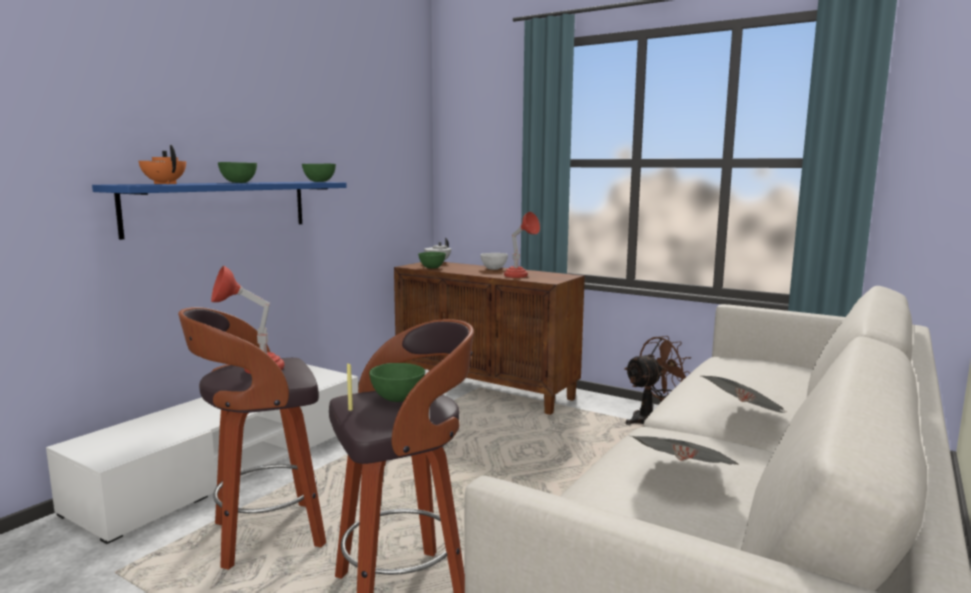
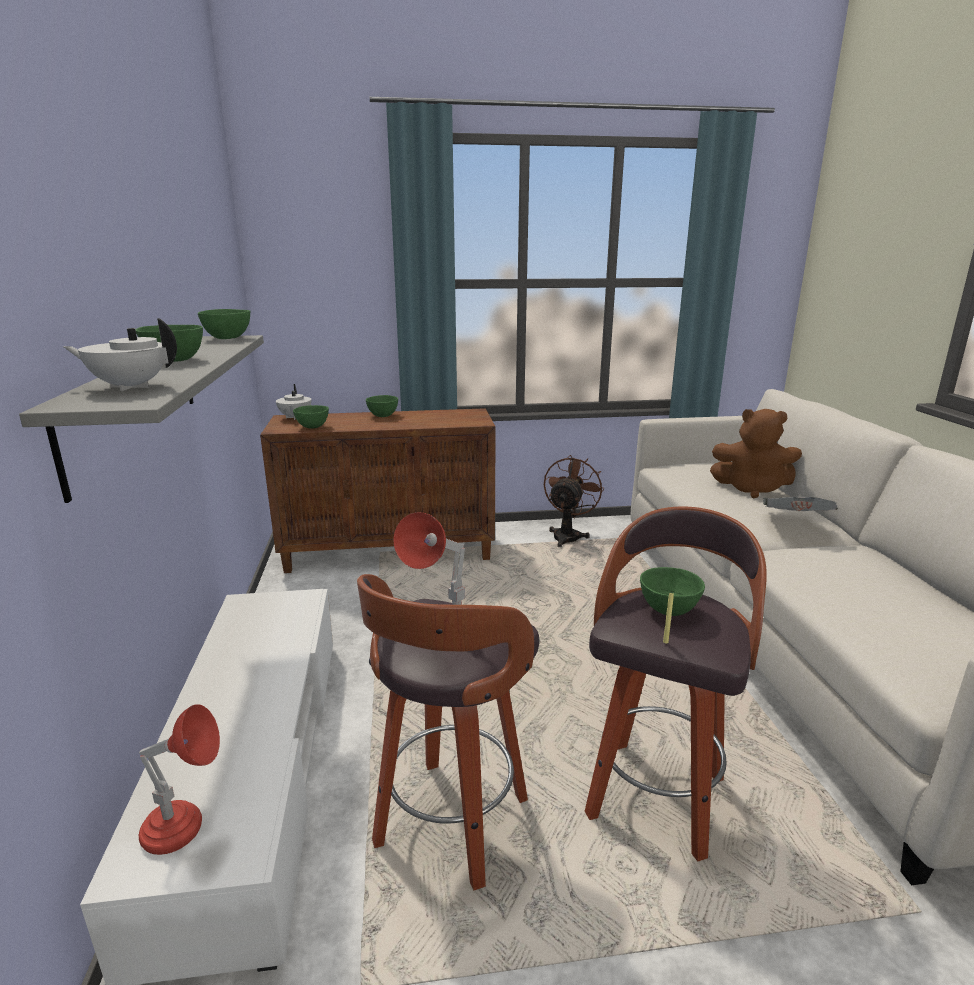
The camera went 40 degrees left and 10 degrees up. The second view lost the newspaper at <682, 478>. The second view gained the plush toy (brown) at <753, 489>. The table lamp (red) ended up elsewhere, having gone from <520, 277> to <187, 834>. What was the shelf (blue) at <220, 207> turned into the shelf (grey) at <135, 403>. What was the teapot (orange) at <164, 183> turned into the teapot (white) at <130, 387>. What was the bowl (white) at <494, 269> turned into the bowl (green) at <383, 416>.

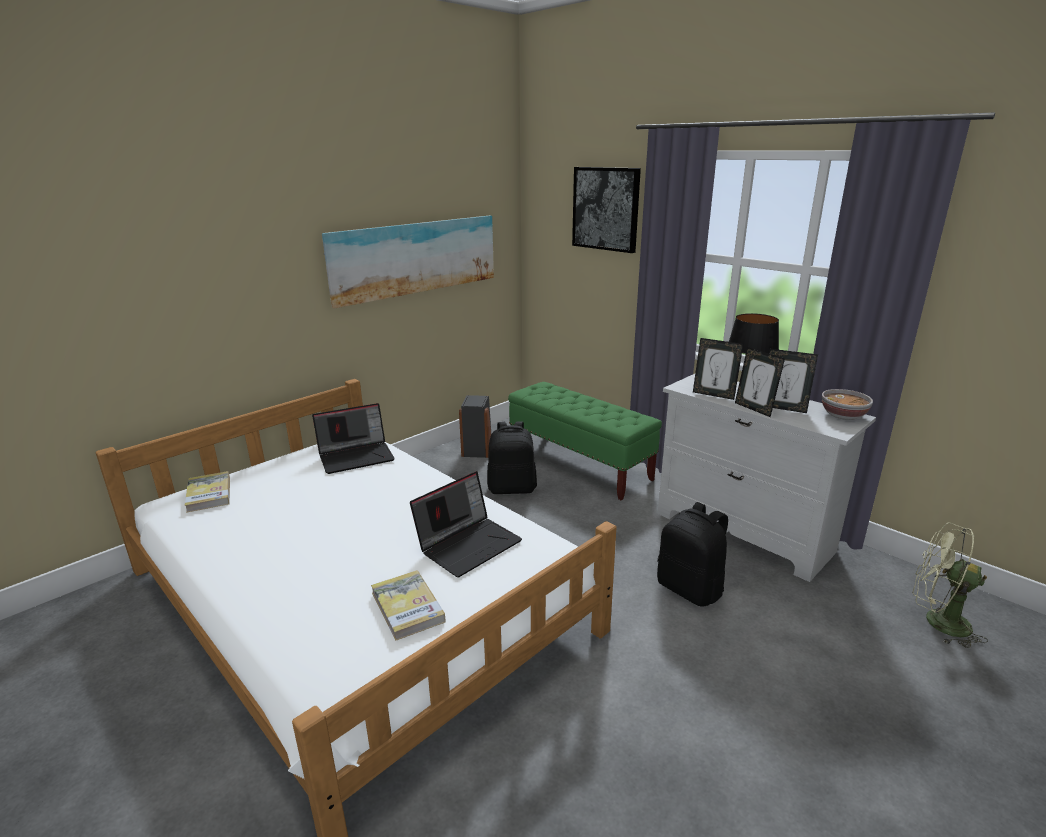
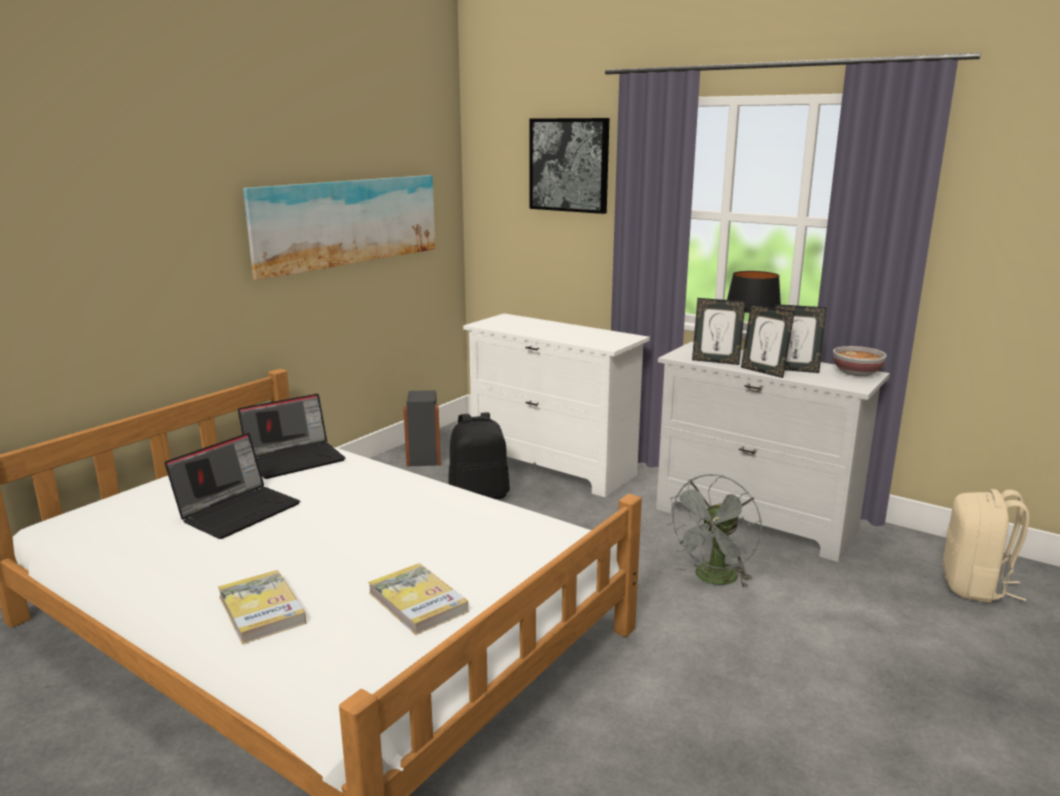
The camera went 10 degrees left and 5 degrees down. The book ended up elsewhere, having gone from <209, 494> to <261, 610>. The laptop ended up elsewhere, having gone from <469, 544> to <239, 510>. Where the bench (green) stood at <579, 465>, the dresser (white) came to stand at <553, 466>. Where the backpack (black) stood at <690, 589>, the fan (grey) came to stand at <713, 579>. Where the fan (green) stood at <937, 621>, the backpack (beige) came to stand at <975, 586>.

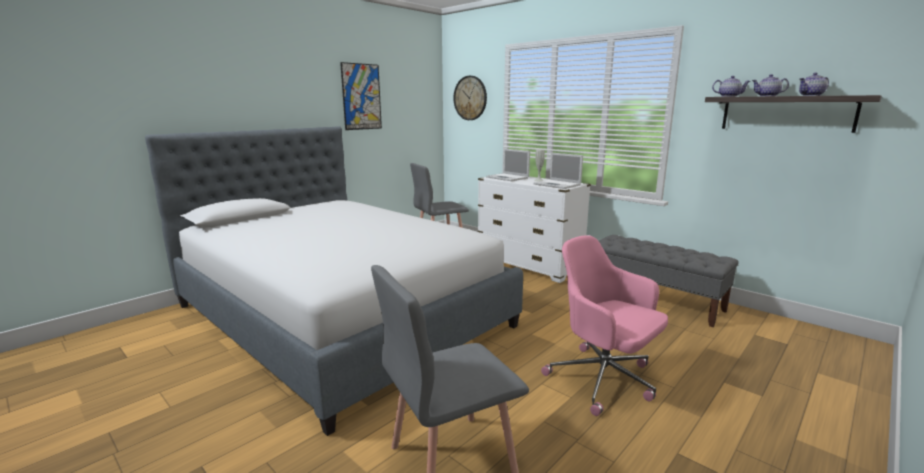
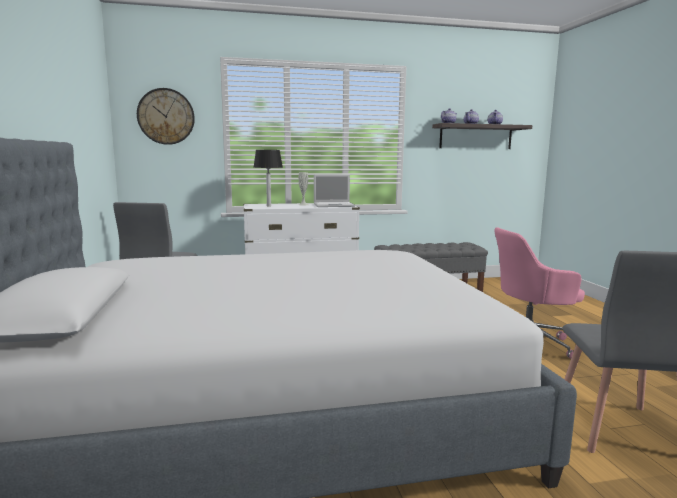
The camera went 55 degrees left and 5 degrees down. The second view lost the picture at <361, 97>. Where the laptop stood at <508, 178>, the table lamp came to stand at <269, 206>.

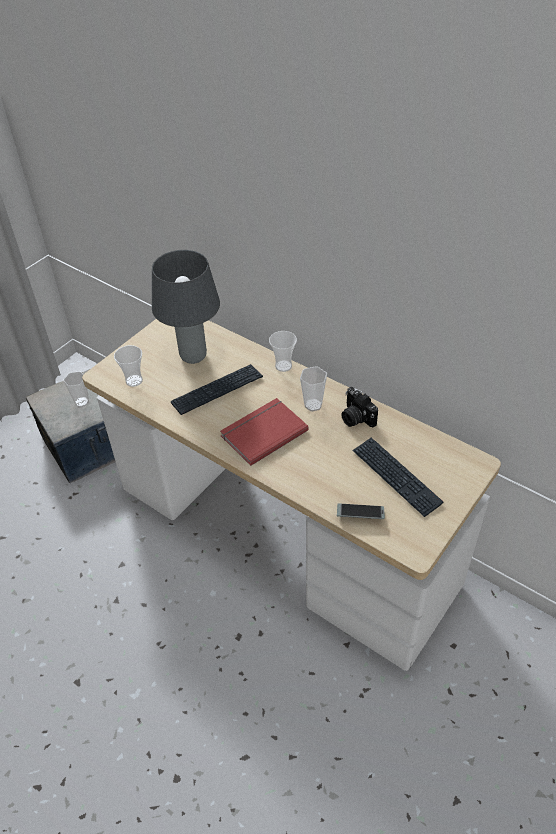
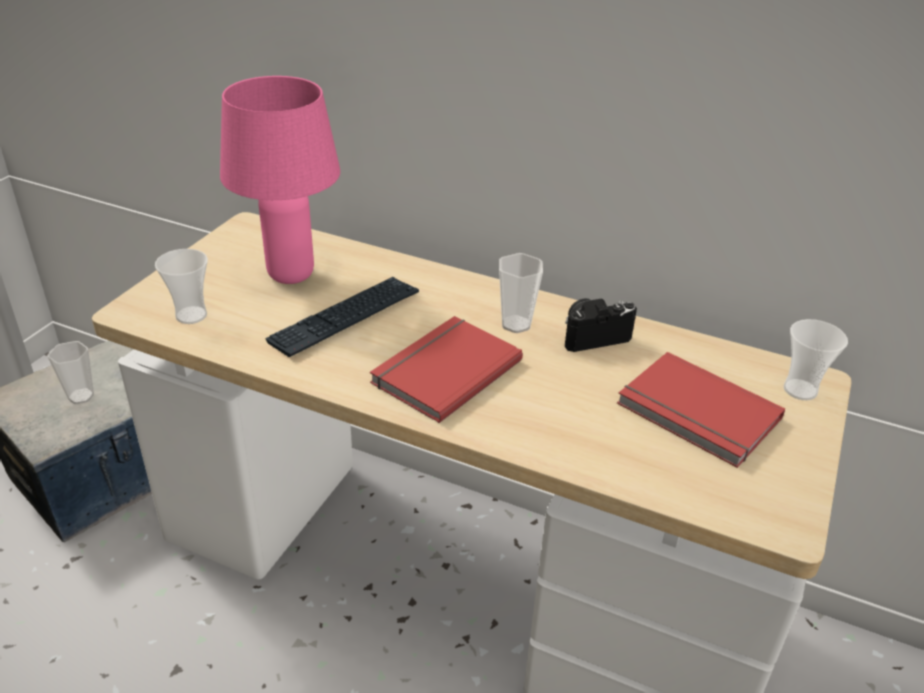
The camera went 15 degrees left and 10 degrees down. The second view lost the phone at <360, 514>. The cup ended up elsewhere, having gone from <283, 366> to <800, 390>. Where the keyboard stood at <396, 477>, the book (red) came to stand at <697, 414>. What was the table lamp (grey) at <192, 357> turned into the table lamp (pink) at <289, 275>. The photo camera at <355, 418> ended up facing another way, 120 degrees clockwise from before.

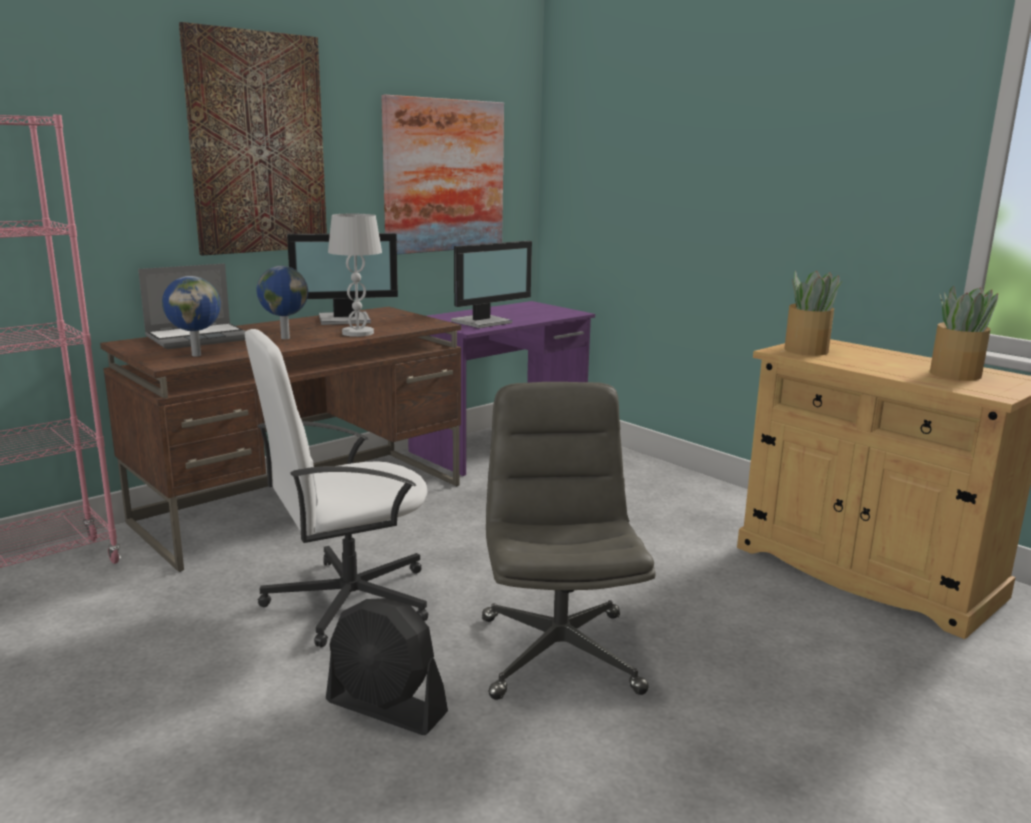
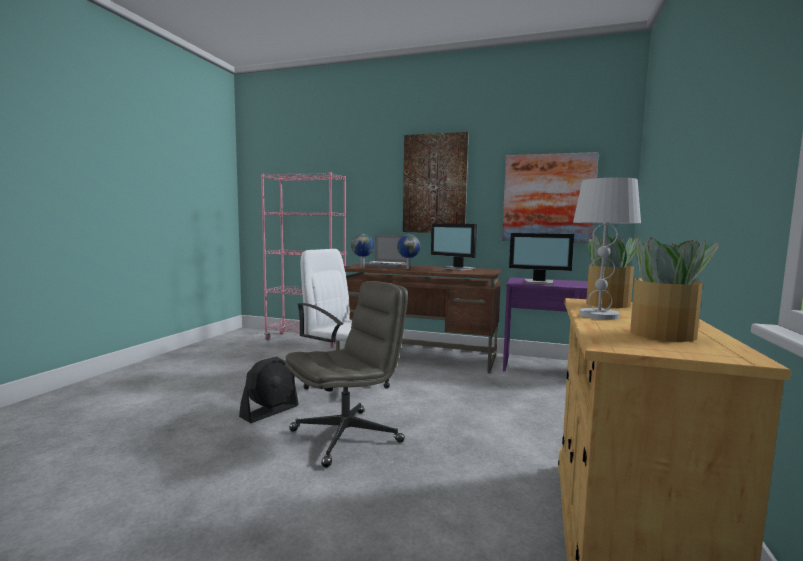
The camera went 60 degrees right and 10 degrees down. The table lamp (white) ended up elsewhere, having gone from <357, 333> to <598, 315>. The fan (black) at <386, 708> ended up facing another way, 135 degrees counterclockwise from before.

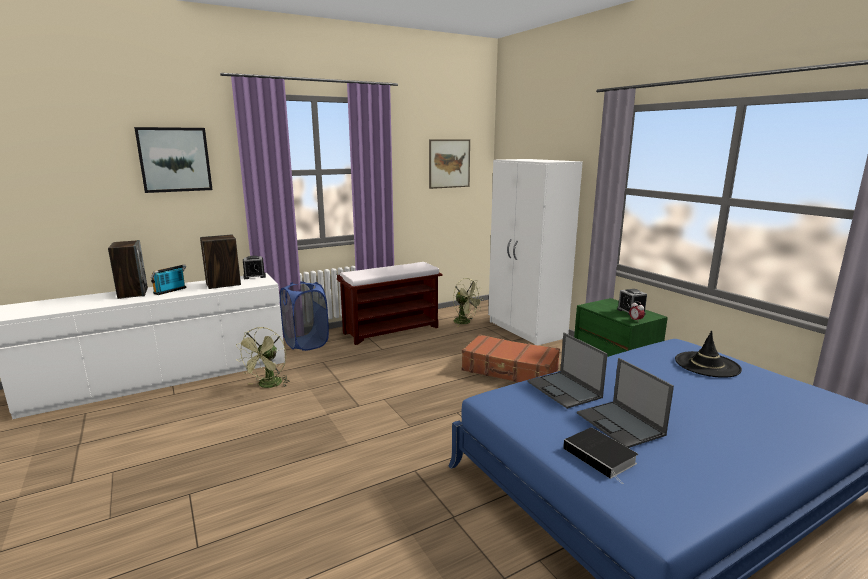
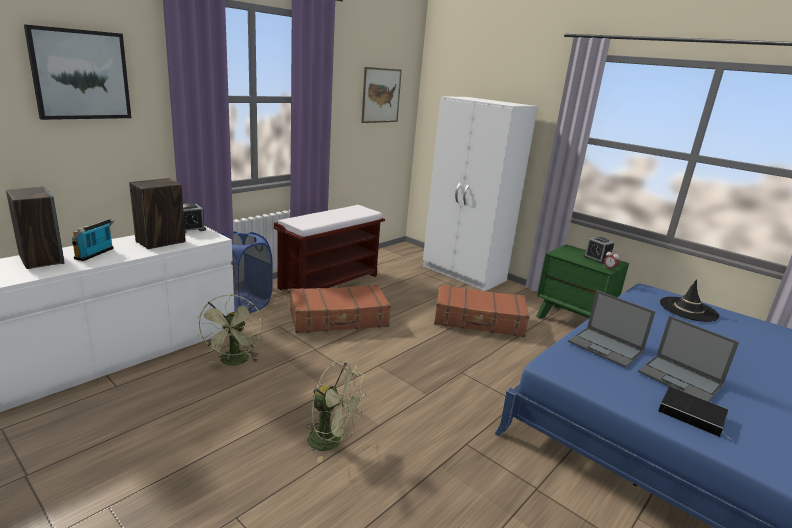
The camera went 20 degrees left and 5 degrees up. The second view gained the suitcase (brown) at <339, 319>. The fan (green) ended up elsewhere, having gone from <465, 322> to <332, 441>.

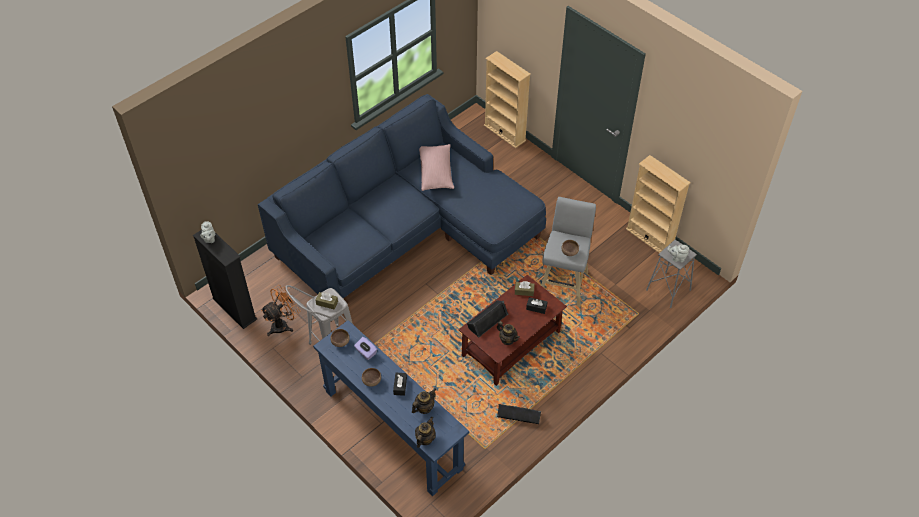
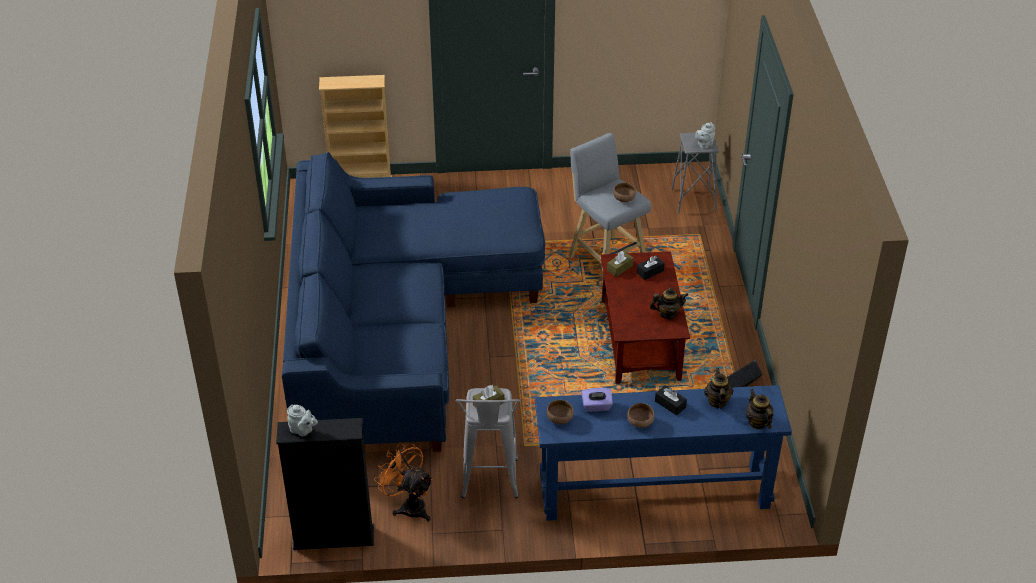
The camera went 50 degrees left and 10 degrees down. The second view lost the pillow (pink) at <436, 173>. The second view lost the speaker (black) at <487, 320>. The second view lost the bookcase (beige) at <649, 238>. The fan (orange) at <283, 324> ended up facing another way, 45 degrees counterclockwise from before.

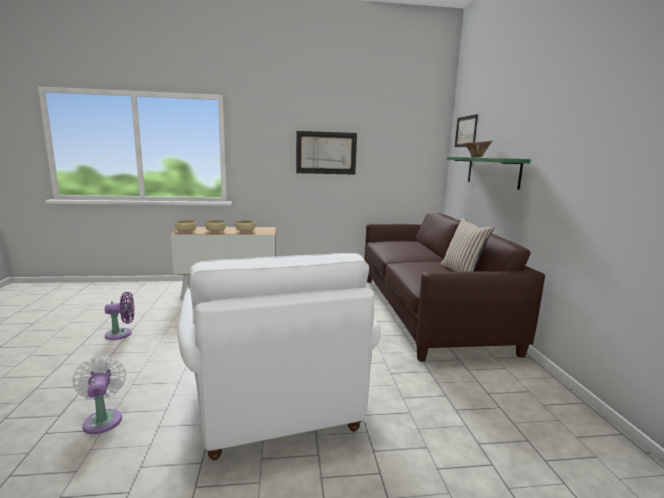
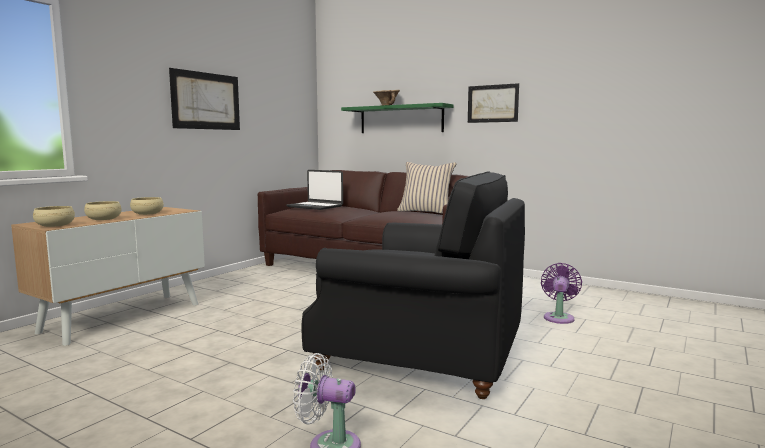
The camera went 50 degrees left and 5 degrees down. The second view gained the laptop at <315, 206>. The fan (purple) ended up elsewhere, having gone from <121, 334> to <559, 317>. The picture ended up elsewhere, having gone from <466, 131> to <492, 103>. What was the armchair (white) at <274, 398> turned into the armchair (black) at <421, 354>.

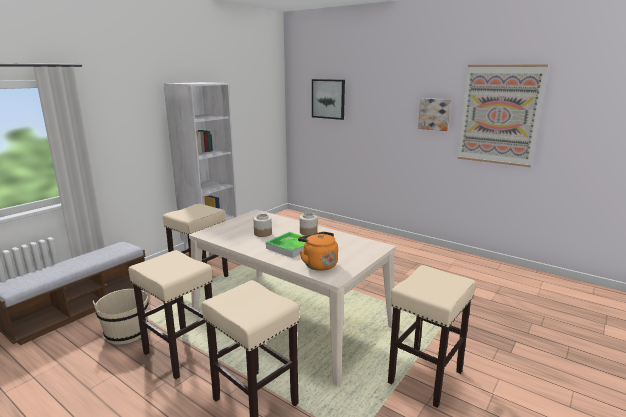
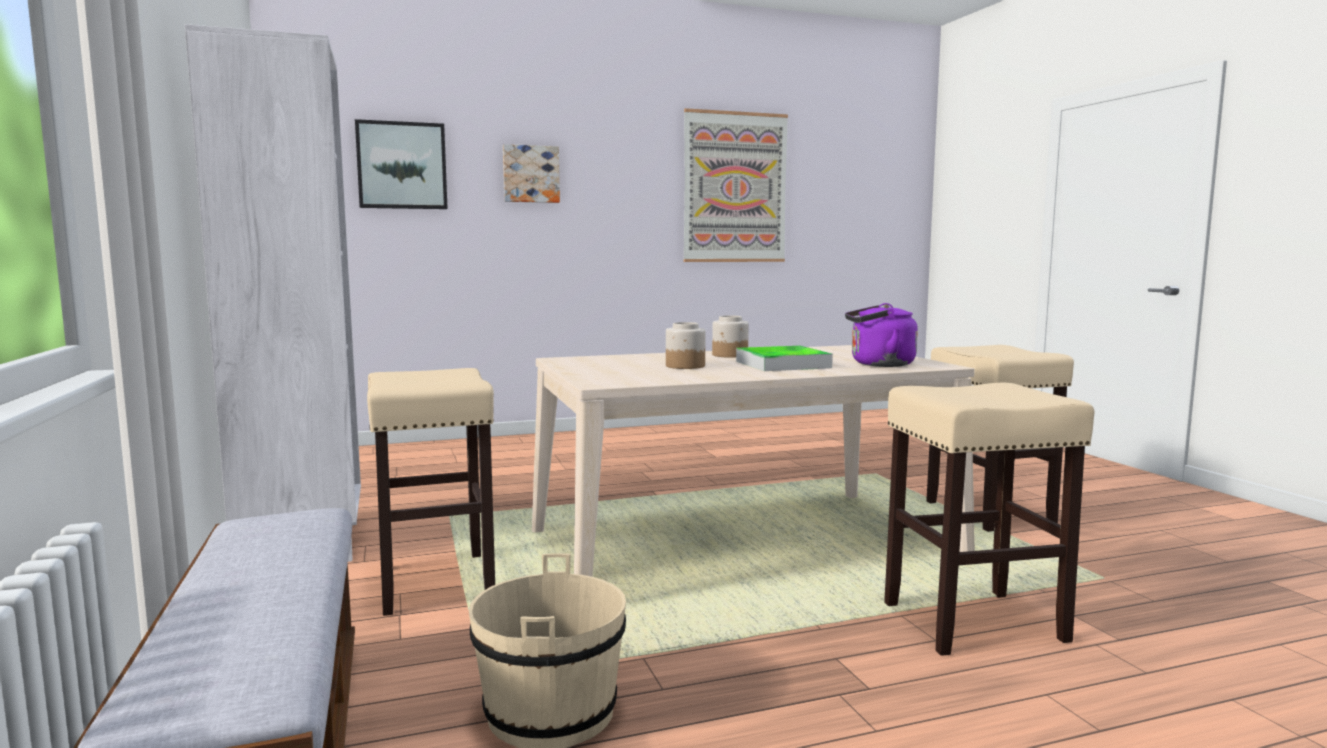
The camera went 55 degrees left and 10 degrees down. The second view lost the stool (beige) at <179, 353>. The picture ended up elsewhere, having gone from <434, 114> to <531, 174>. What was the kettle (orange) at <318, 264> turned into the kettle (purple) at <878, 364>.

